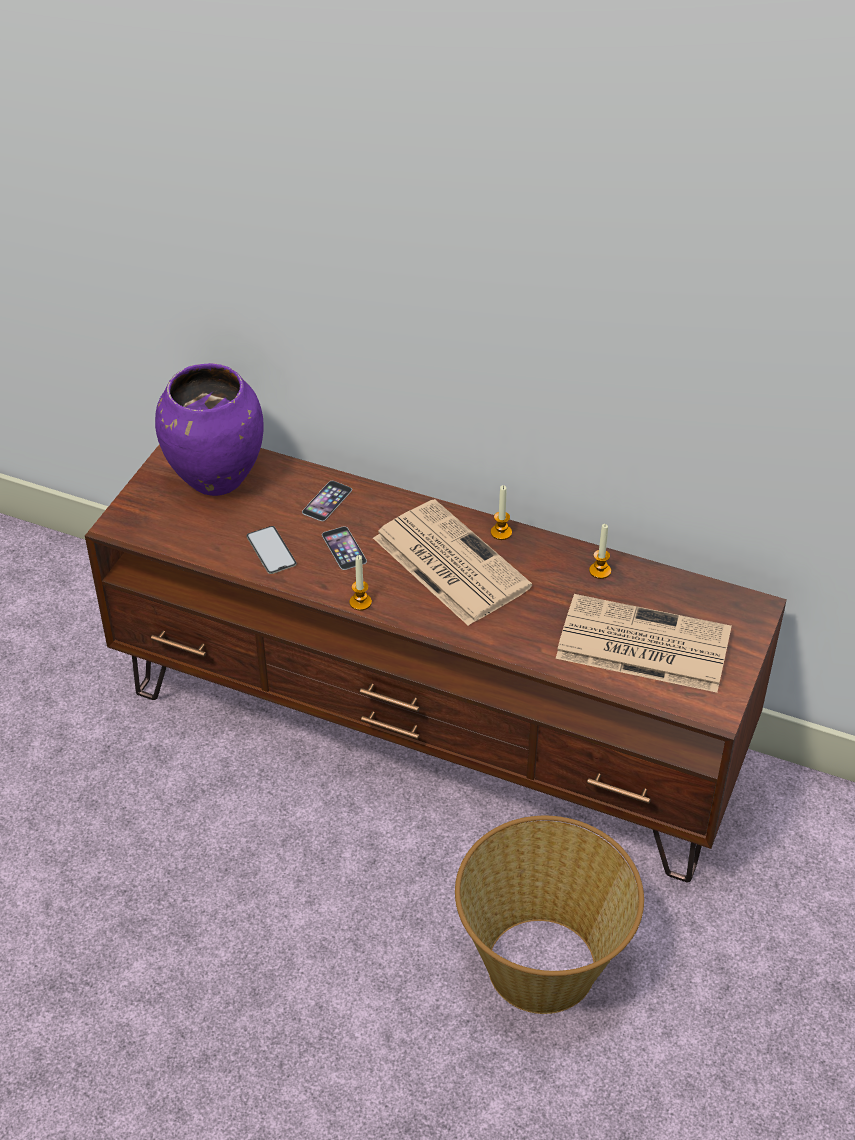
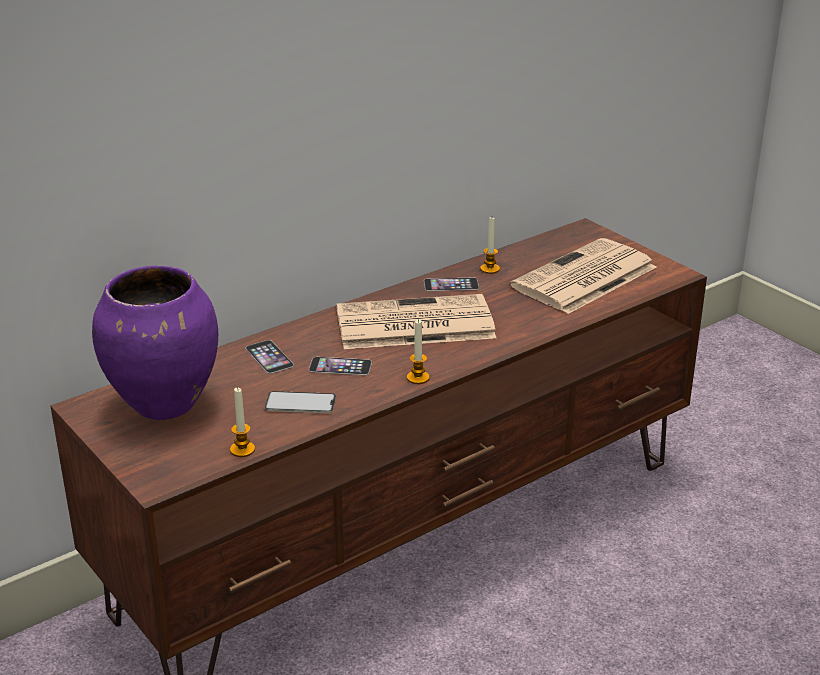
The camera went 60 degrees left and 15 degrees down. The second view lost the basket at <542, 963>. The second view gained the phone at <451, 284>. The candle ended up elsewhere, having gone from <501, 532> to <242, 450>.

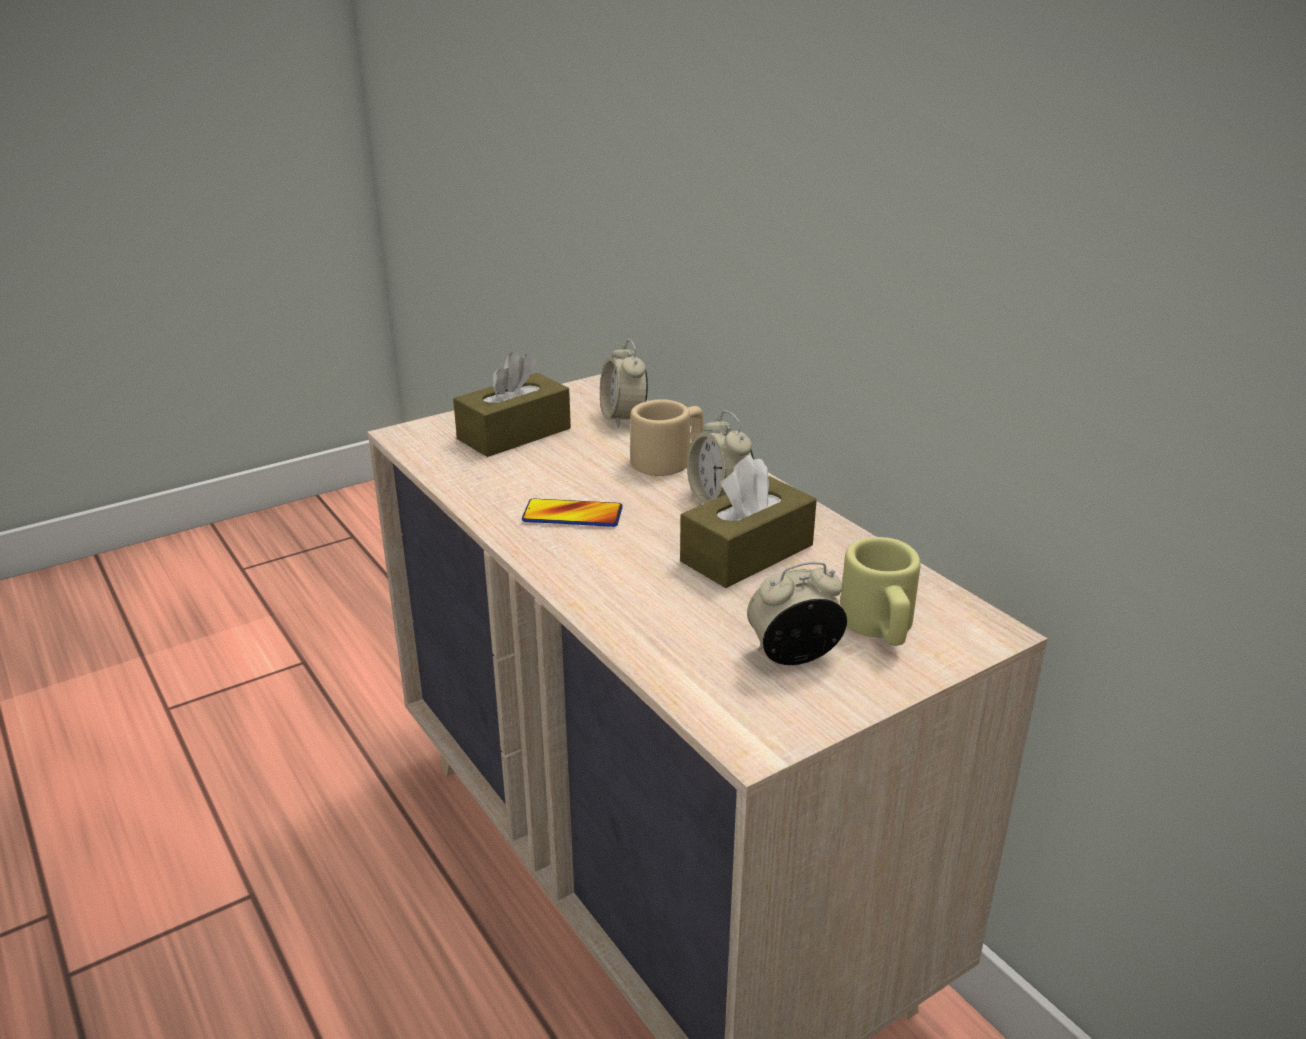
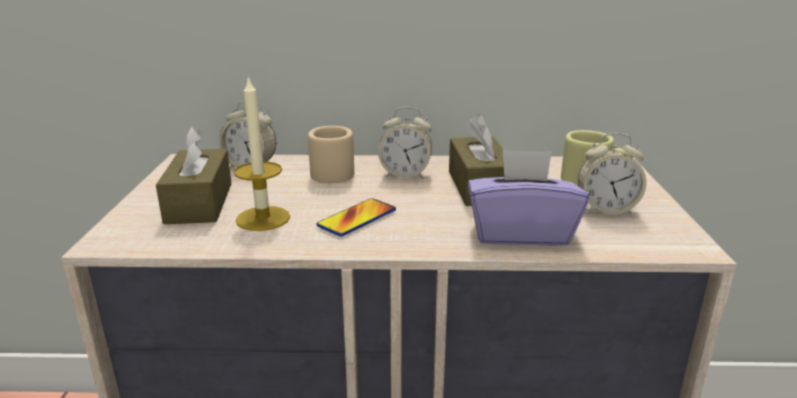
The camera went 55 degrees left and 5 degrees down. The second view gained the candle at <263, 218>. The second view gained the tissue box (purple) at <520, 233>. The alarm clock at <794, 656> ended up facing another way, 105 degrees counterclockwise from before.

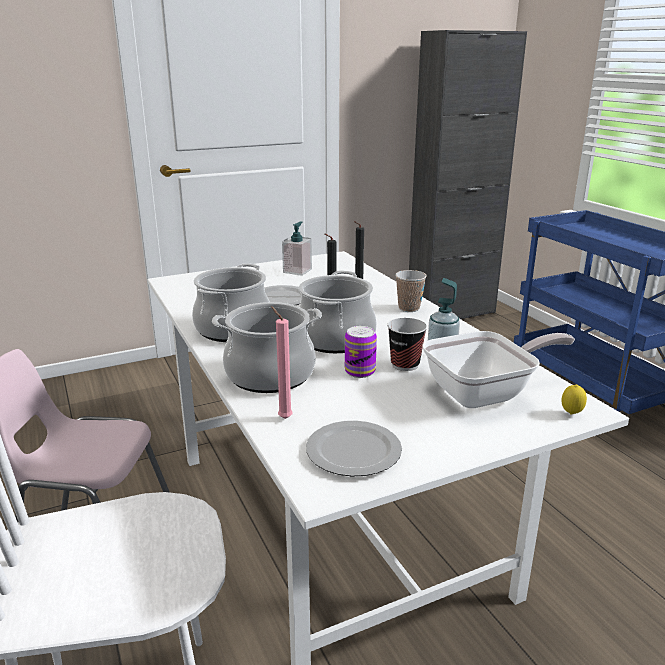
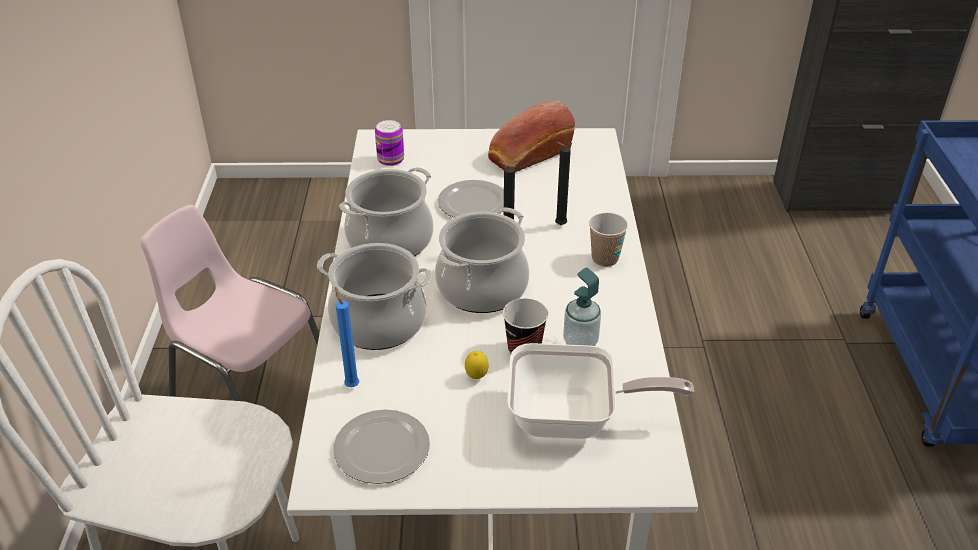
The camera went 25 degrees right and 15 degrees up. The can ended up elsewhere, having gone from <360, 371> to <390, 159>. The lemon ended up elsewhere, having gone from <571, 414> to <476, 377>. Where the soap dispenser stood at <297, 271>, the bread came to stand at <528, 155>. What was the candle (pink) at <283, 417> turned into the candle (blue) at <351, 384>.

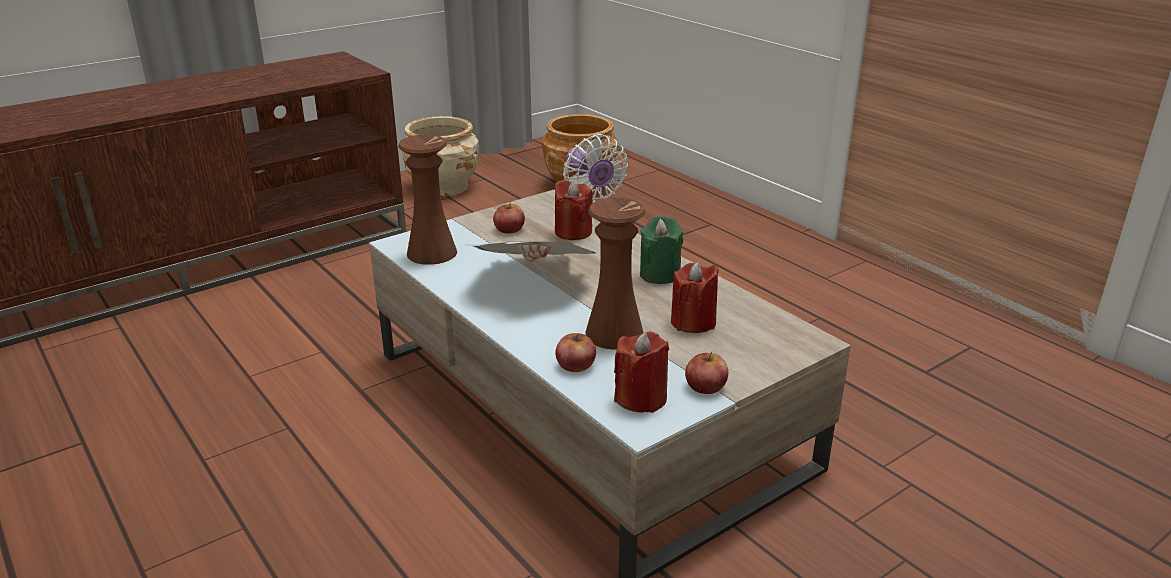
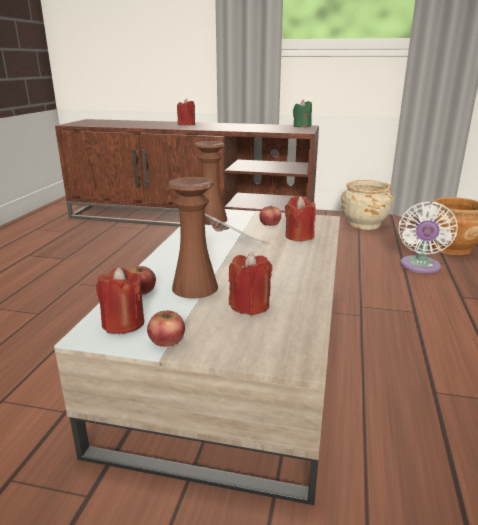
The camera went 50 degrees right and 5 degrees down. The second view gained the candle (red) at <186, 124>. The candle (green) ended up elsewhere, having gone from <660, 274> to <302, 126>.

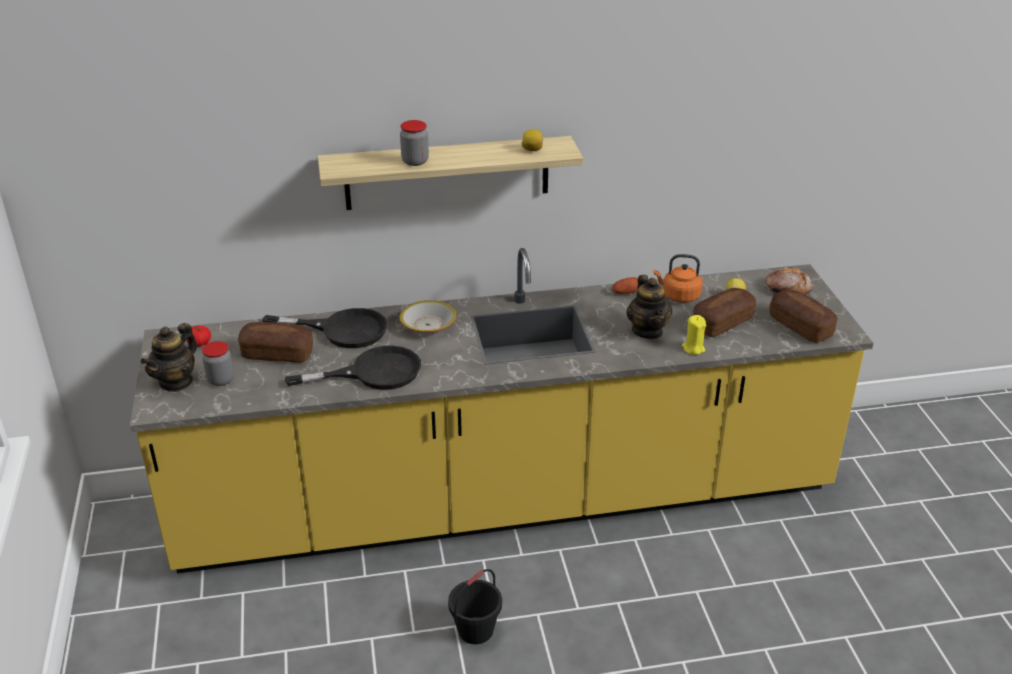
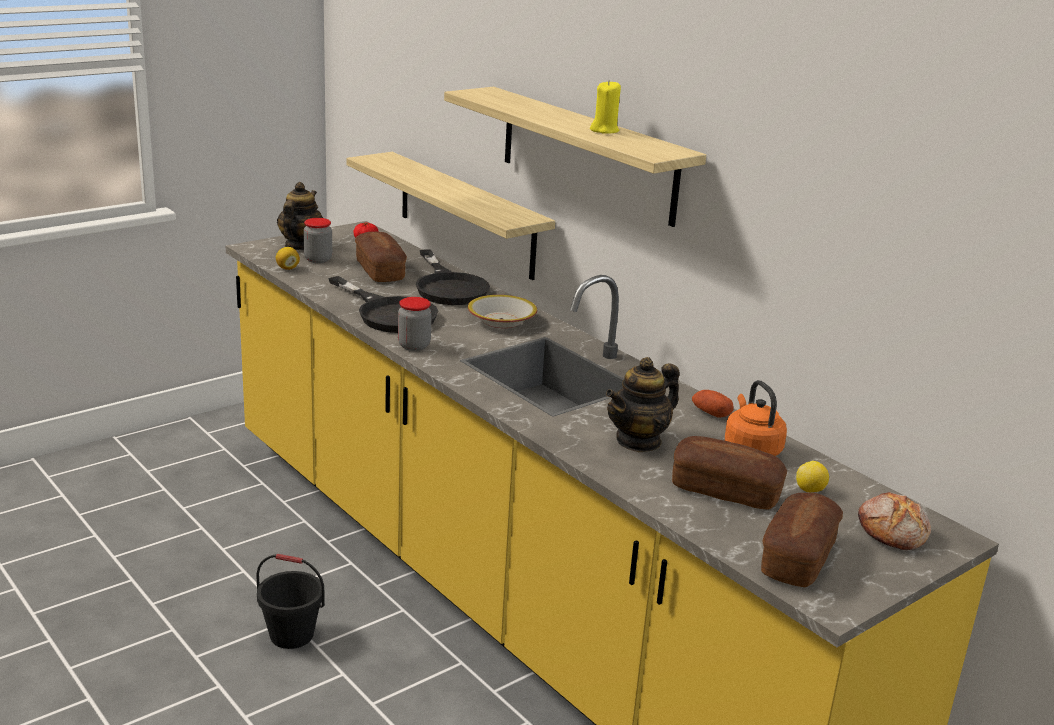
The camera went 60 degrees right and 10 degrees down. The second view gained the shelf at <466, 215>. The jar ended up elsewhere, having gone from <415, 161> to <414, 345>. The lemon ended up elsewhere, having gone from <532, 149> to <287, 268>. The candle (yellow) ended up elsewhere, having gone from <693, 348> to <604, 130>. The teapot at <176, 382> ended up facing another way, 105 degrees clockwise from before.

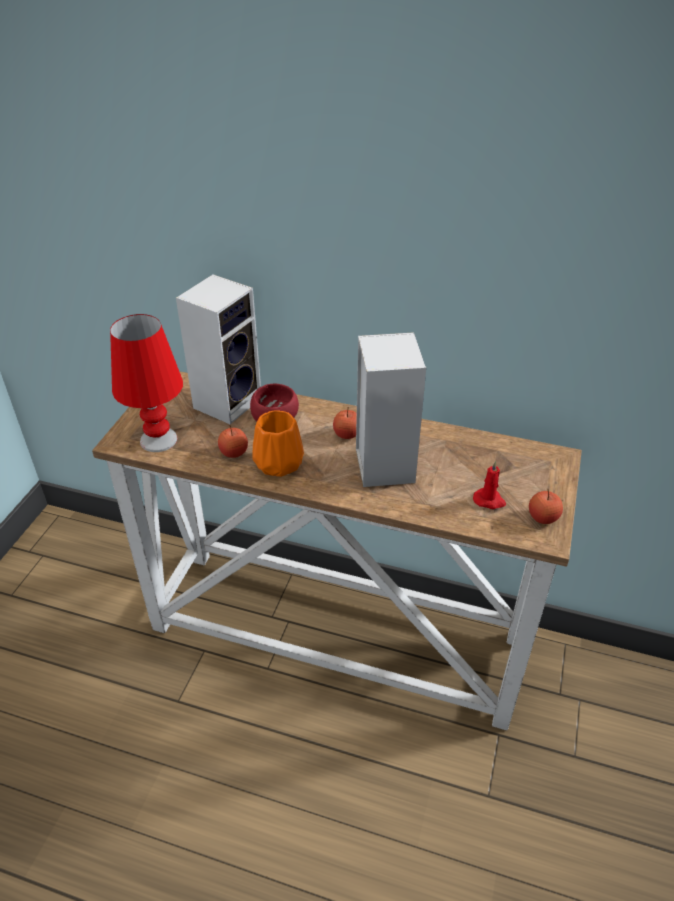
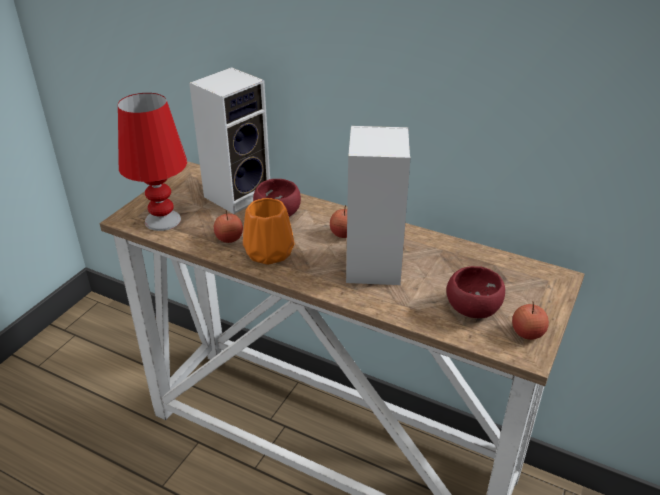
The camera went 10 degrees right and 5 degrees down. Where the candle (red) stood at <489, 500>, the bowl (red) came to stand at <473, 310>.

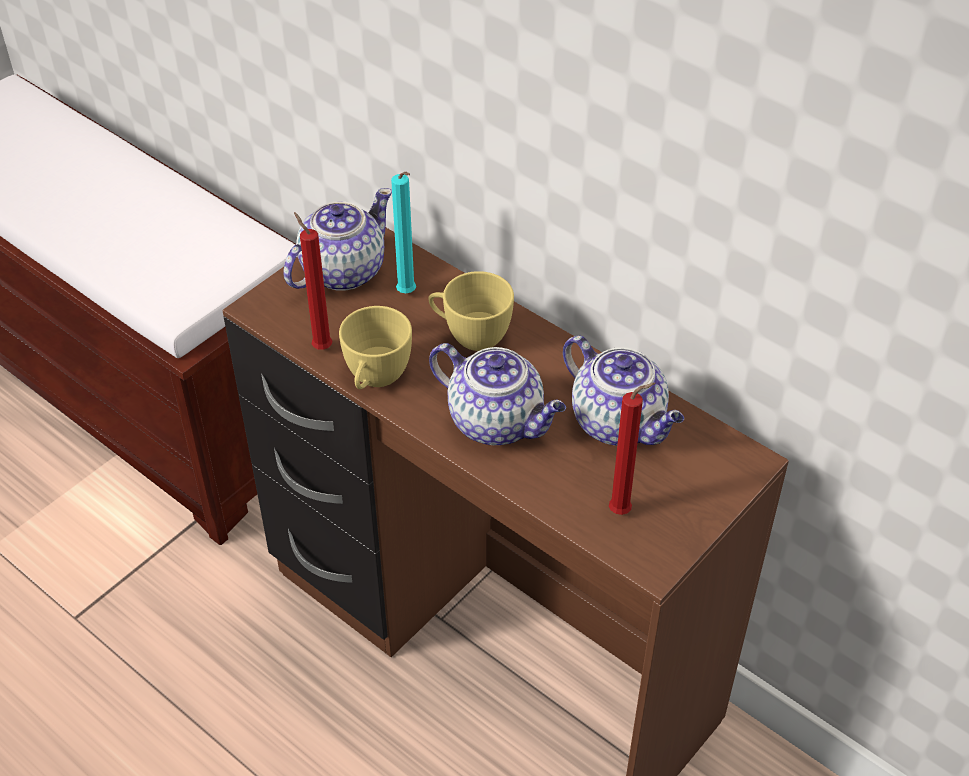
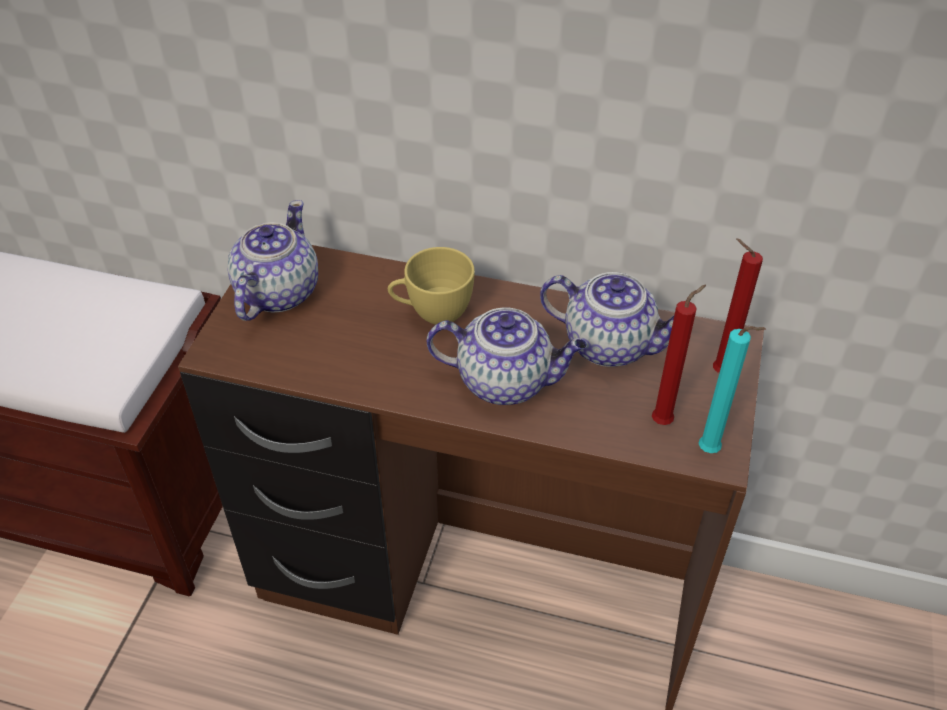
The camera went 25 degrees left and 0 degrees up. The second view lost the cup (yellow) at <375, 379>. The candle (red) ended up elsewhere, having gone from <320, 346> to <718, 371>. The candle (turquoise) ended up elsewhere, having gone from <408, 295> to <712, 452>.

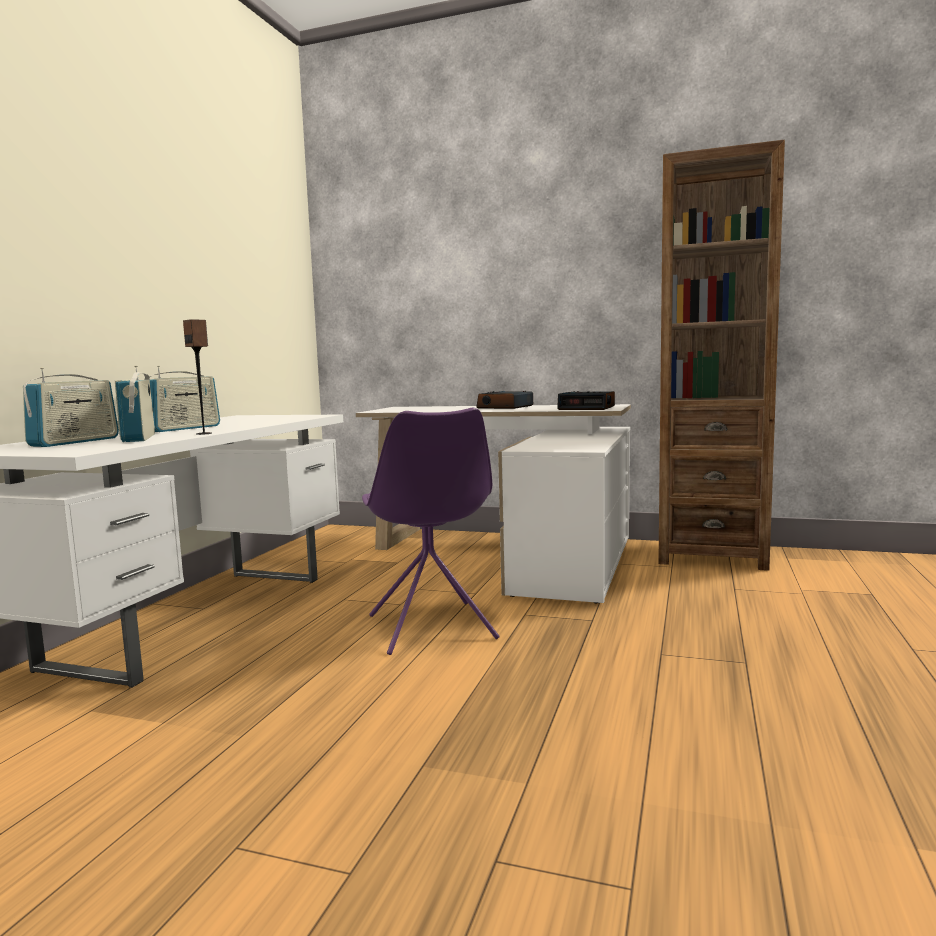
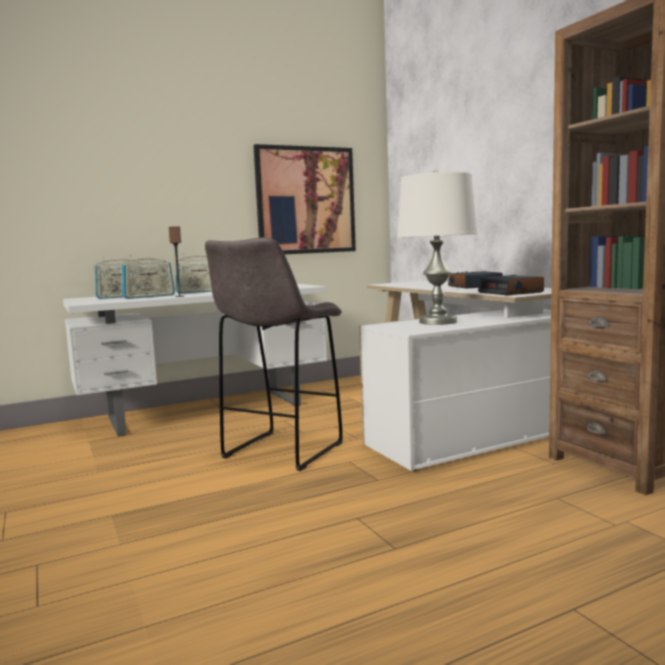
The camera went 45 degrees right and 0 degrees up. The second view gained the picture at <305, 200>. The second view gained the table lamp (white) at <438, 322>. Where the chair (purple) stood at <431, 628>, the stool (grey) came to stand at <281, 451>. The radio at <139, 438> ended up facing another way, 150 degrees counterclockwise from before.

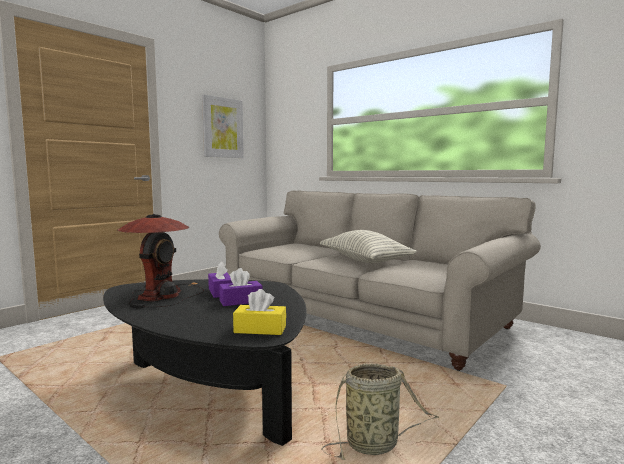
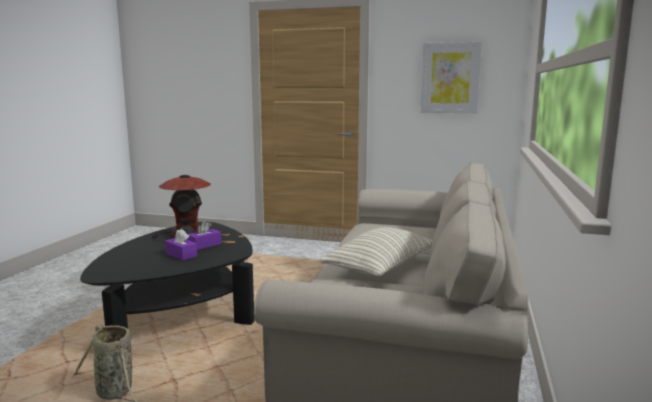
The camera went 65 degrees right and 5 degrees up. The second view lost the tissue box (yellow) at <260, 329>.

